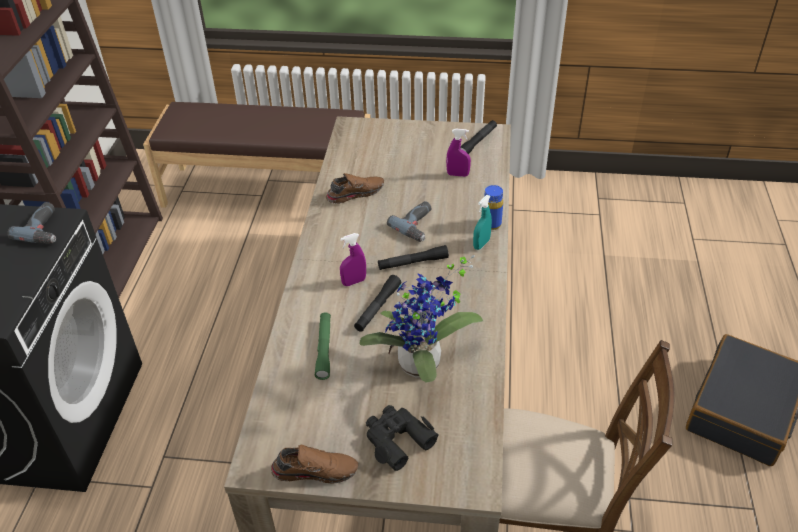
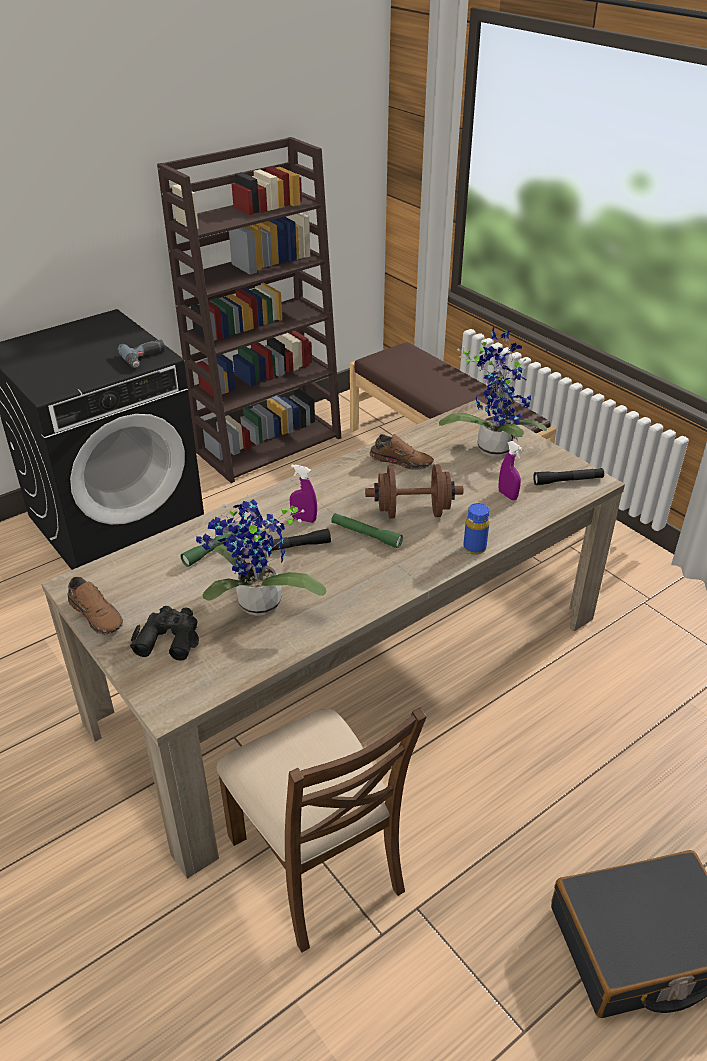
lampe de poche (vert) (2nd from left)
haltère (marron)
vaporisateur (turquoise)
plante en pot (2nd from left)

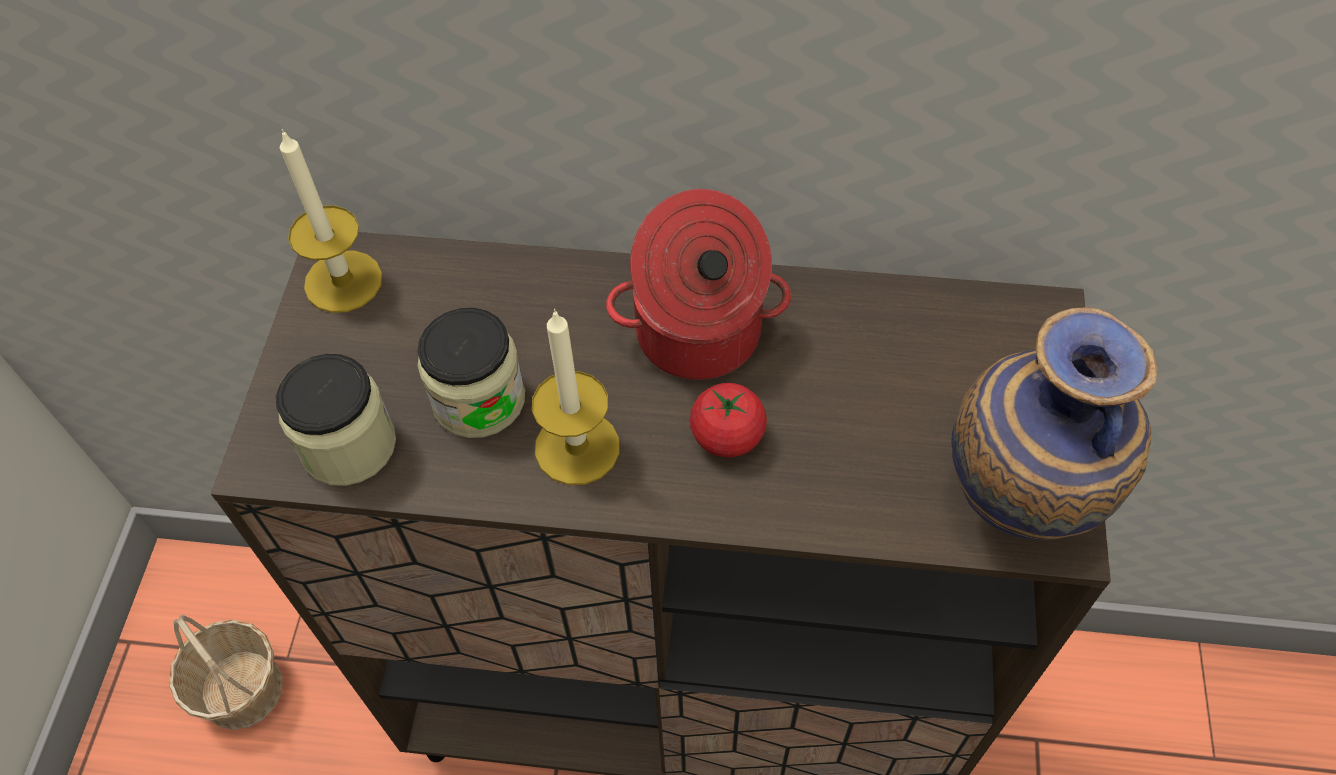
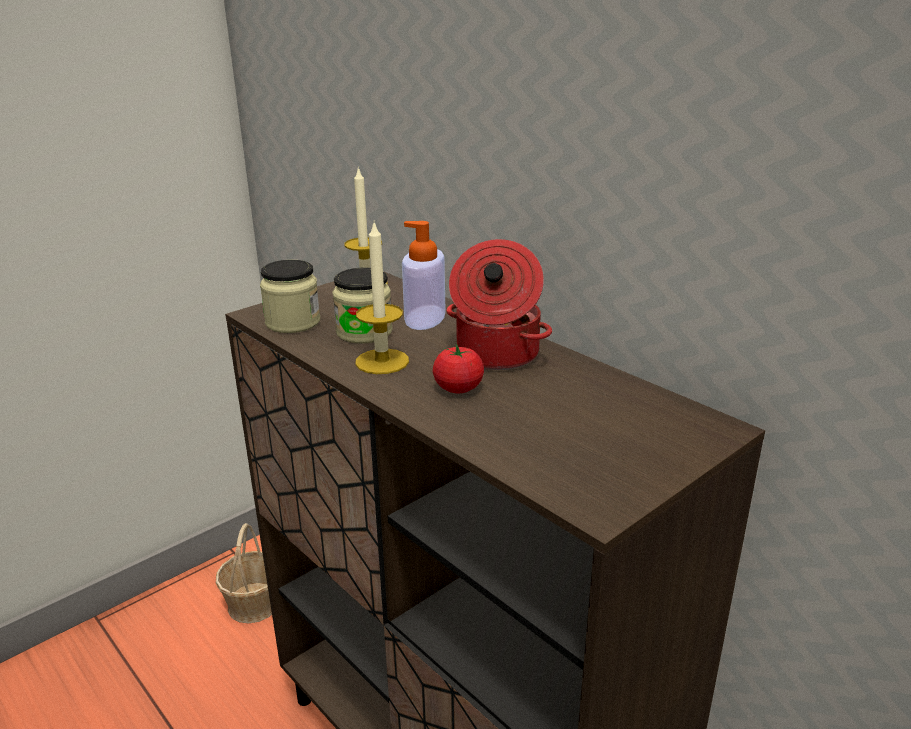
vase
distributeur de savon

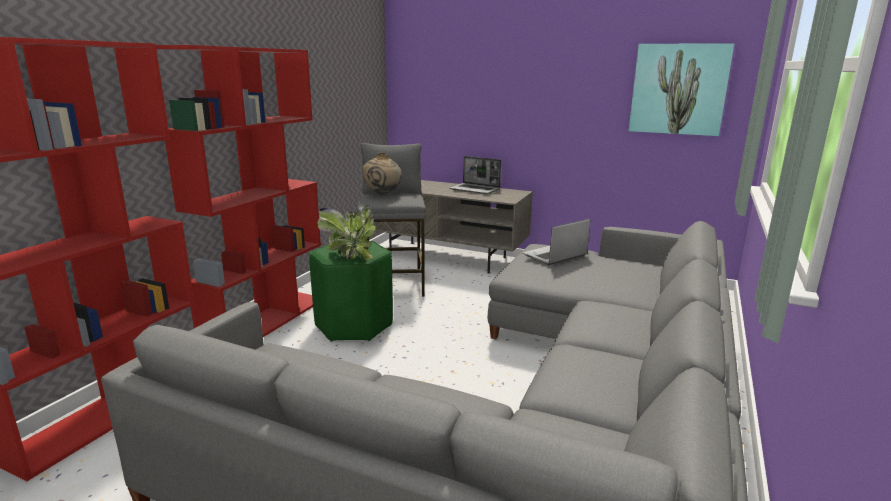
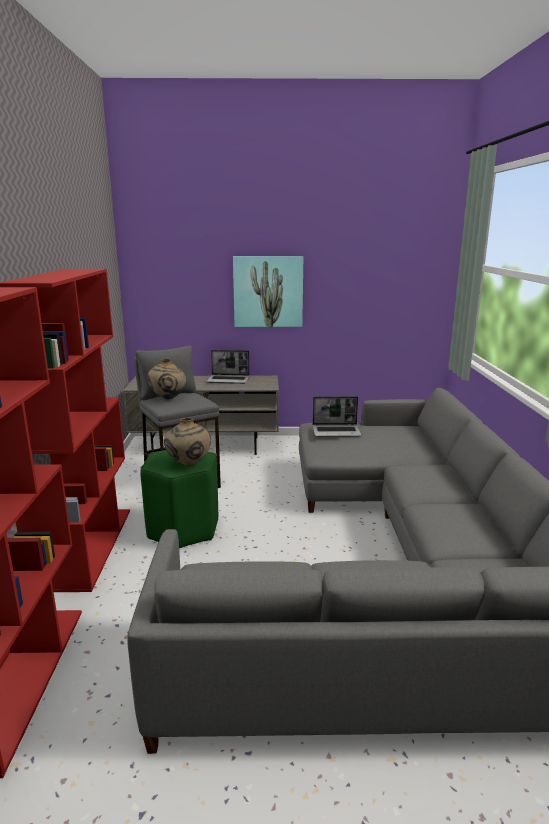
vase (beige) (2nd from left)
ordinateur portable (2nd from left)
tableau

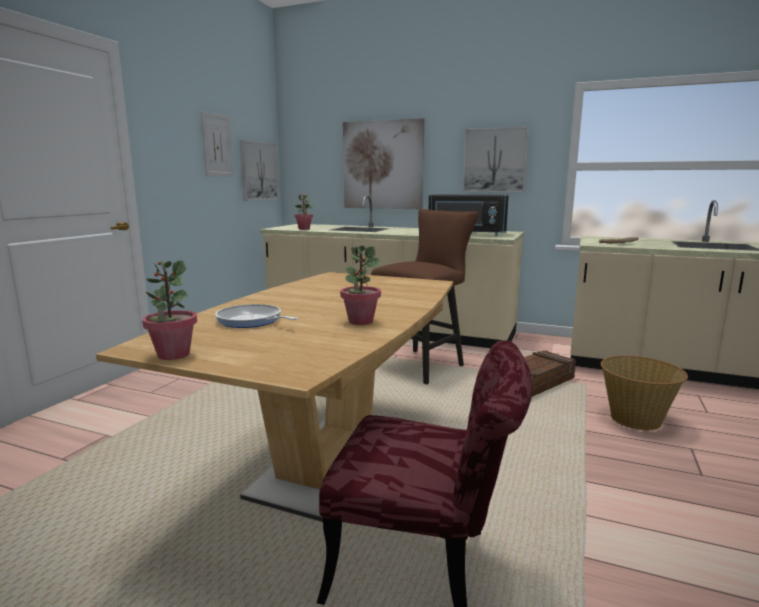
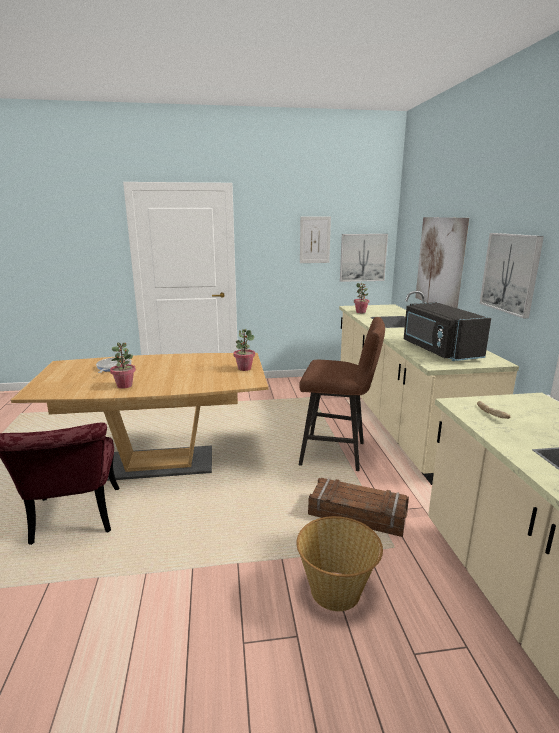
plante en pot (2nd from left)

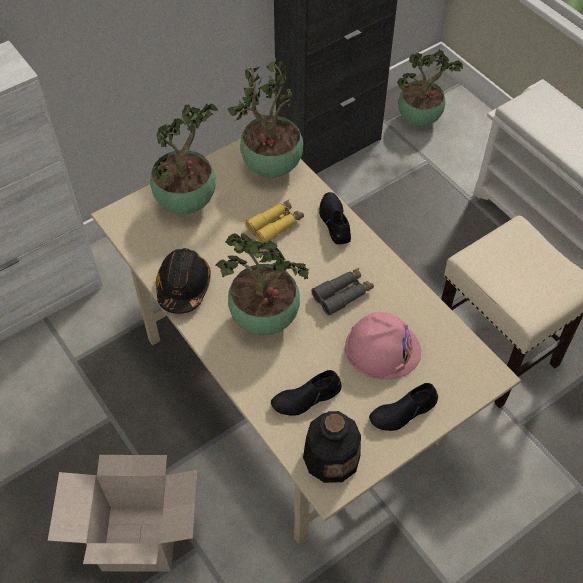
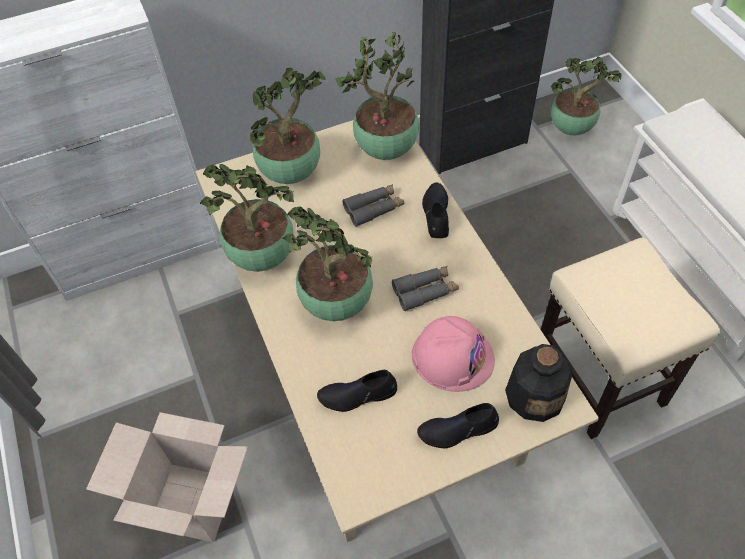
plante en pot (1st from left)
jumelles (gris) (1st from left)
bouteille

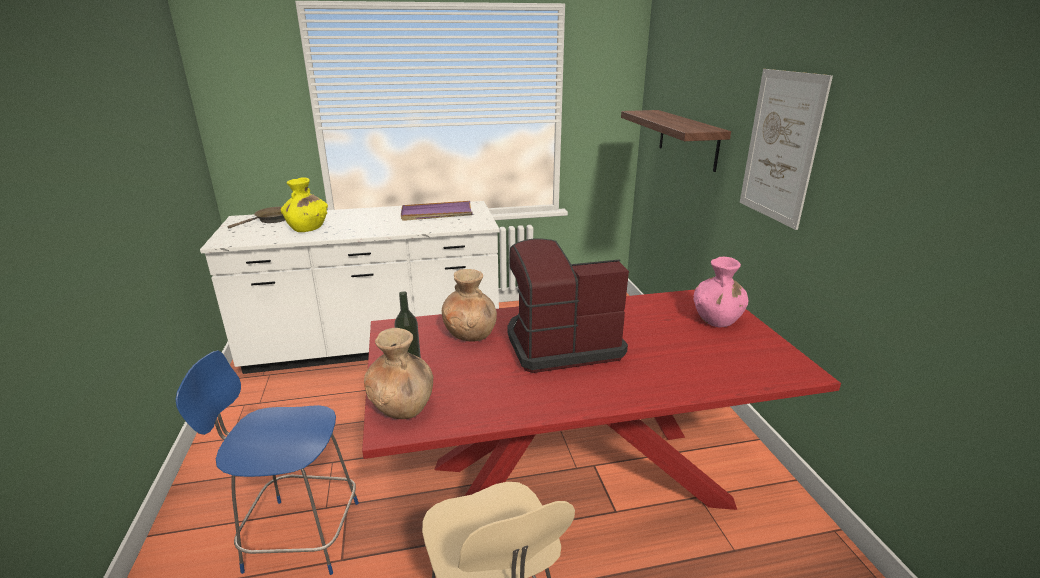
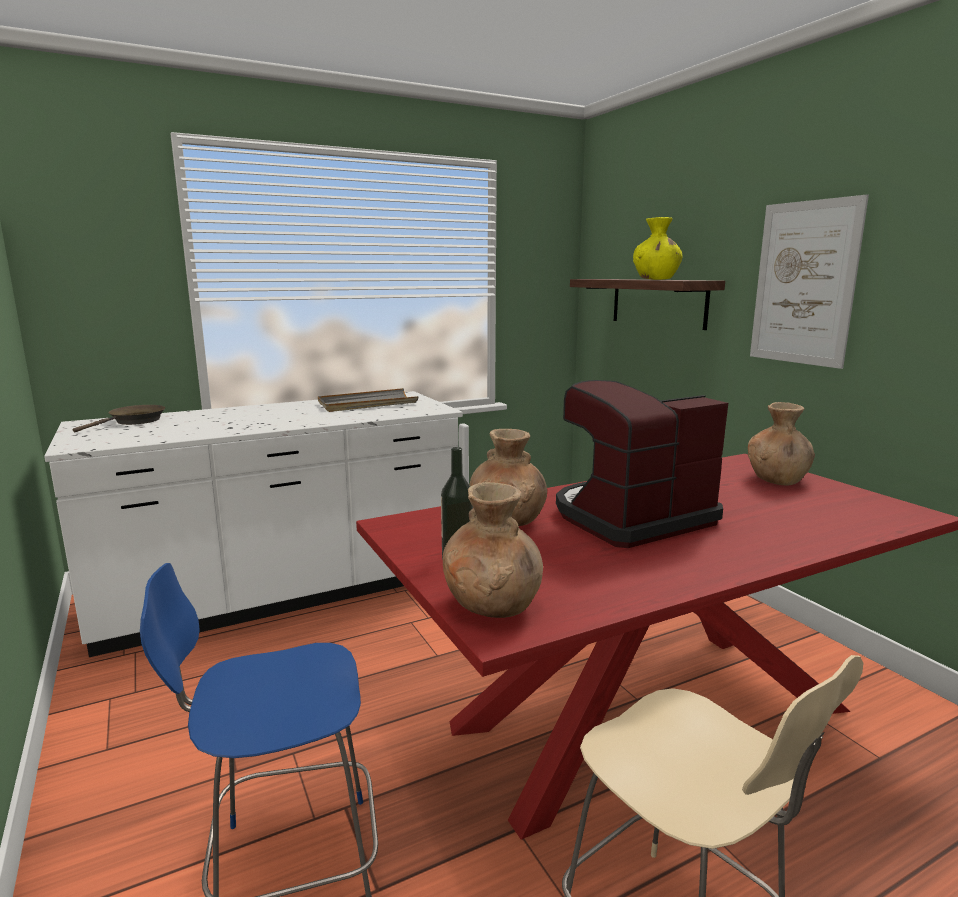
vase (jaune)
plateau (gris)
vase (marron) (3rd from left)

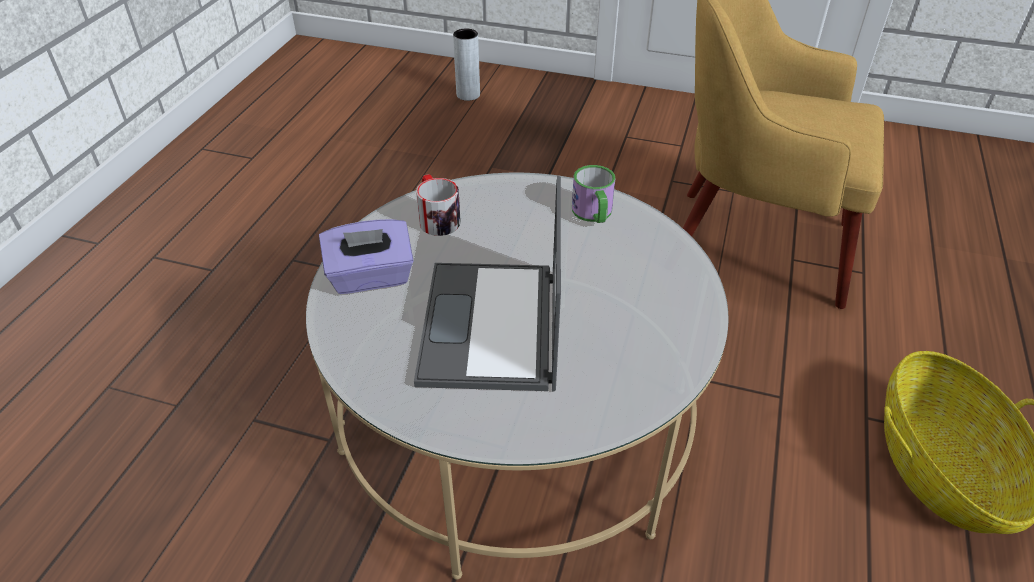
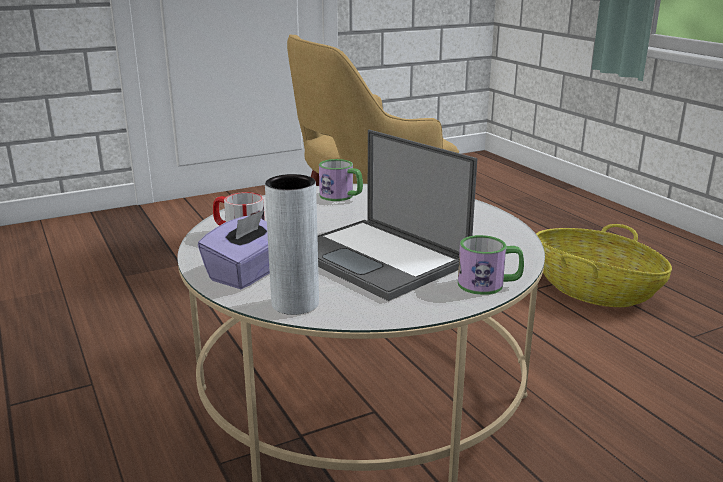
vase (gris)
mug (3rd from left)

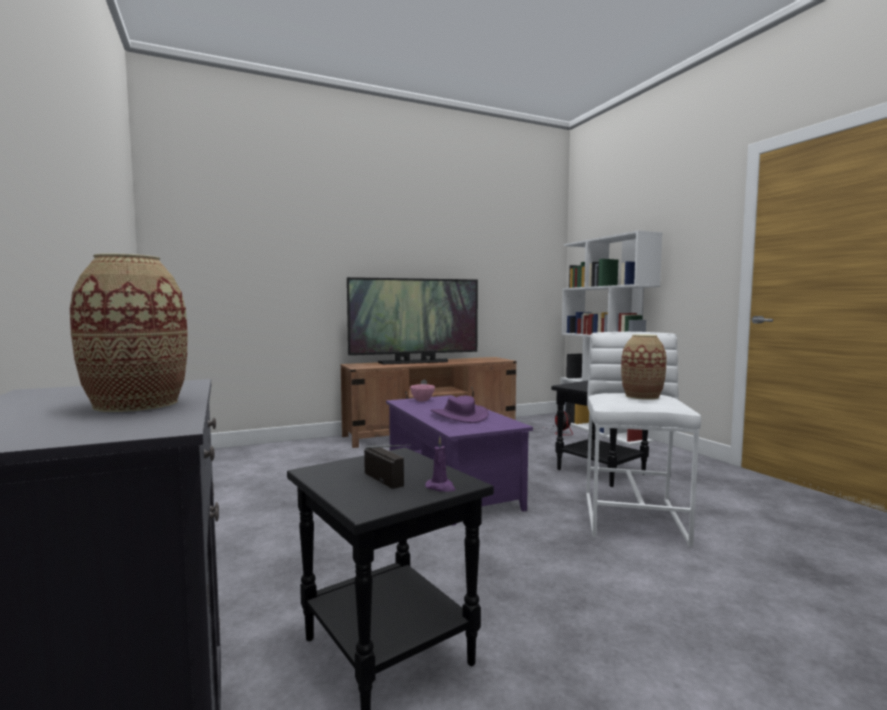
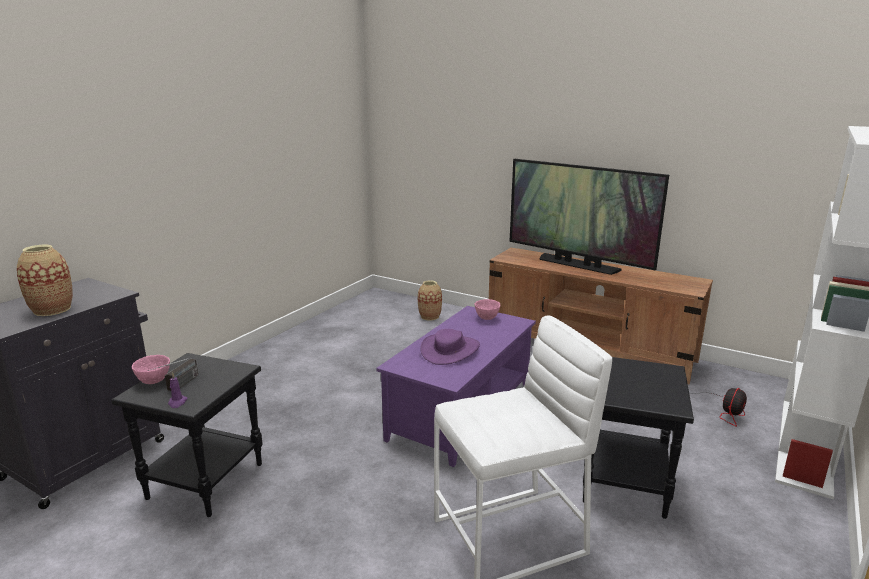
vase (2nd from left)
bol (rose) (1st from left)

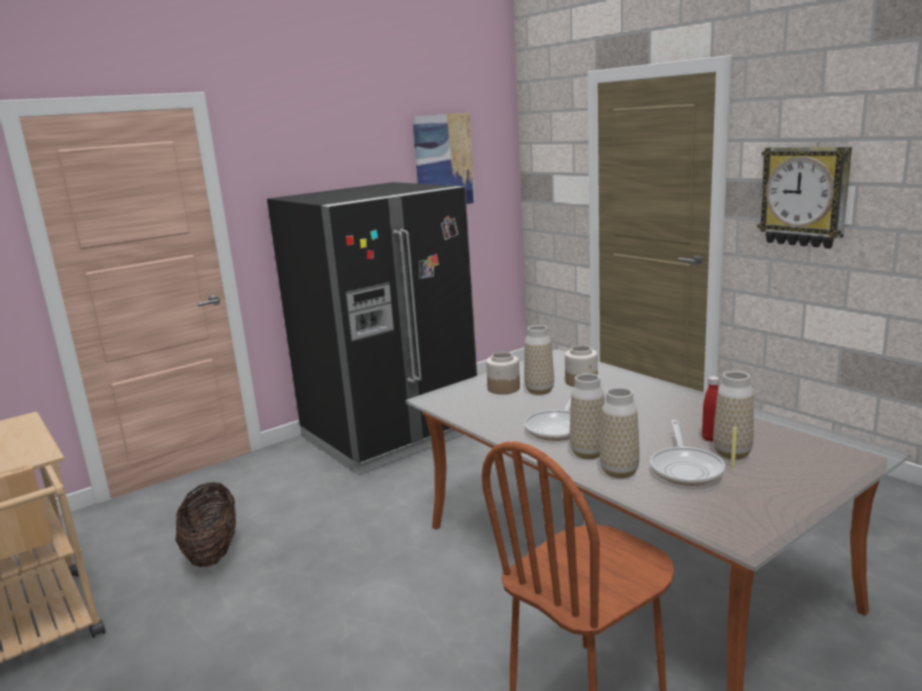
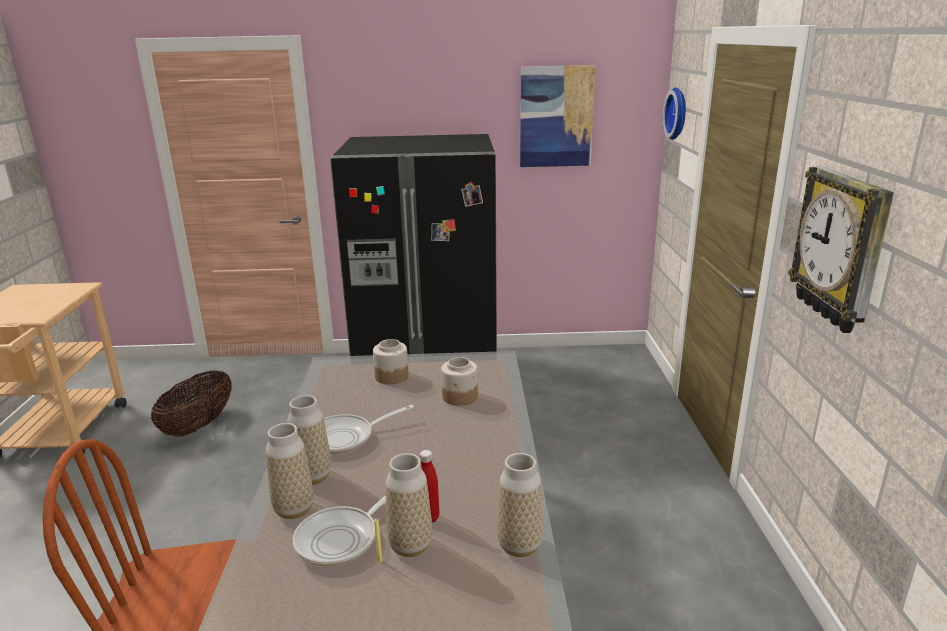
vase (4th from left)
horloge murale (1st from left)

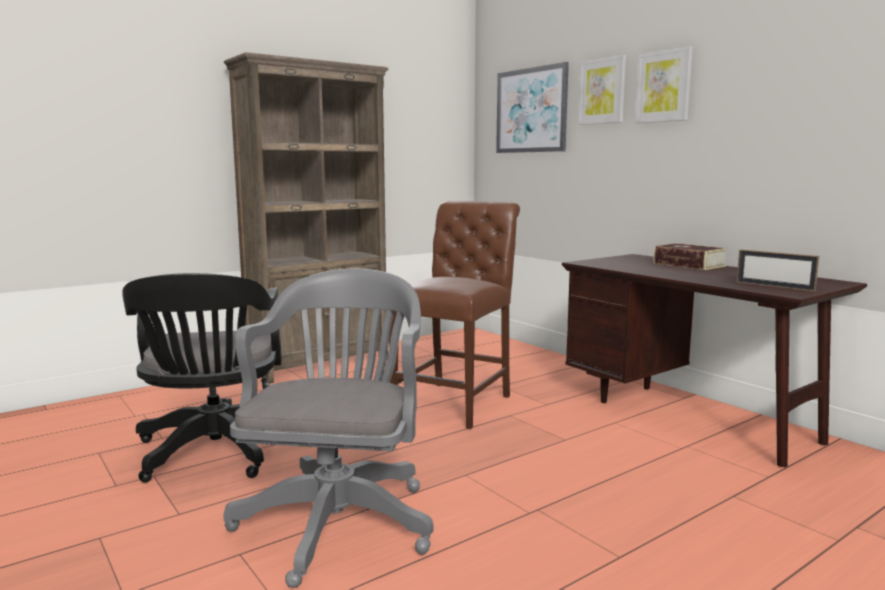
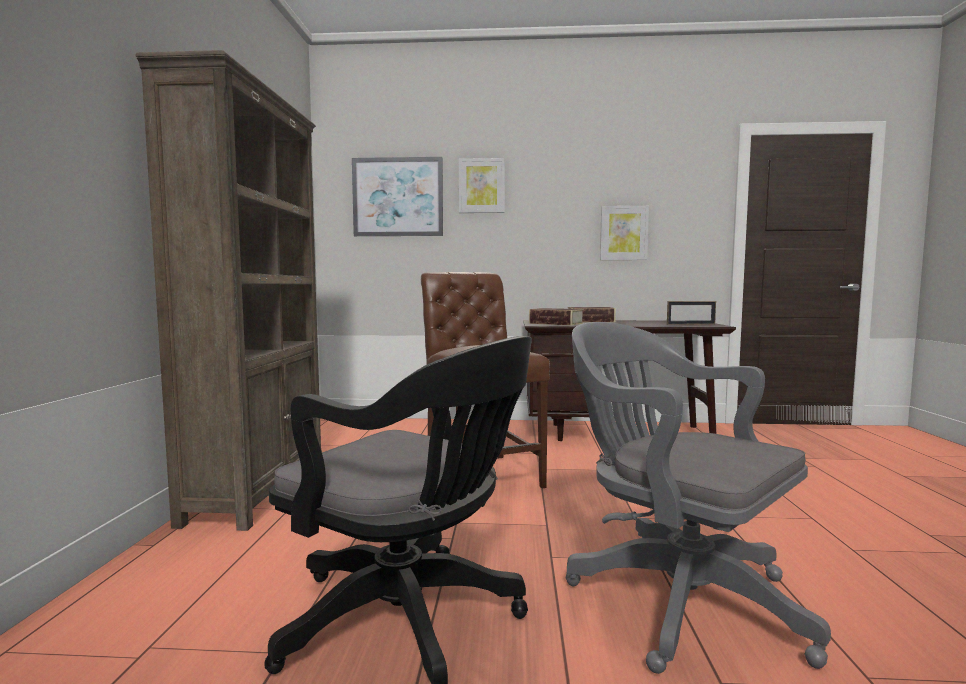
tableau (3rd from left)
livre (1st from left)

